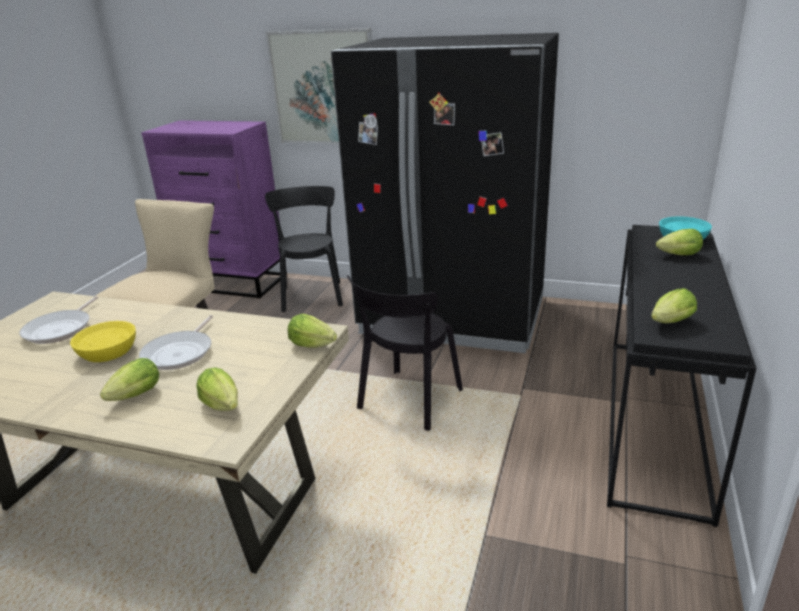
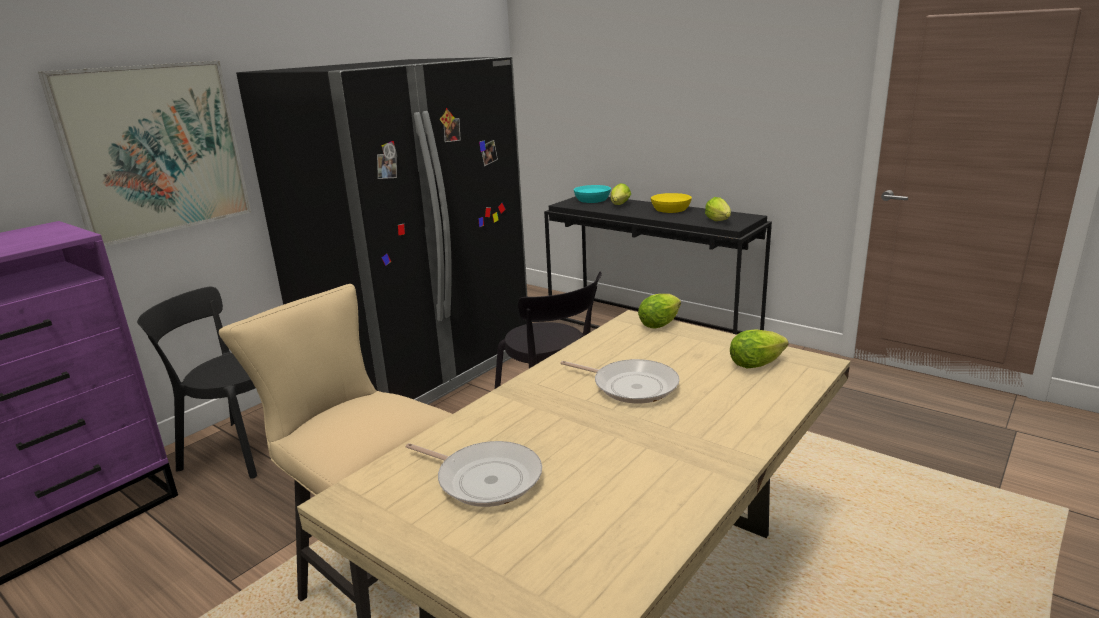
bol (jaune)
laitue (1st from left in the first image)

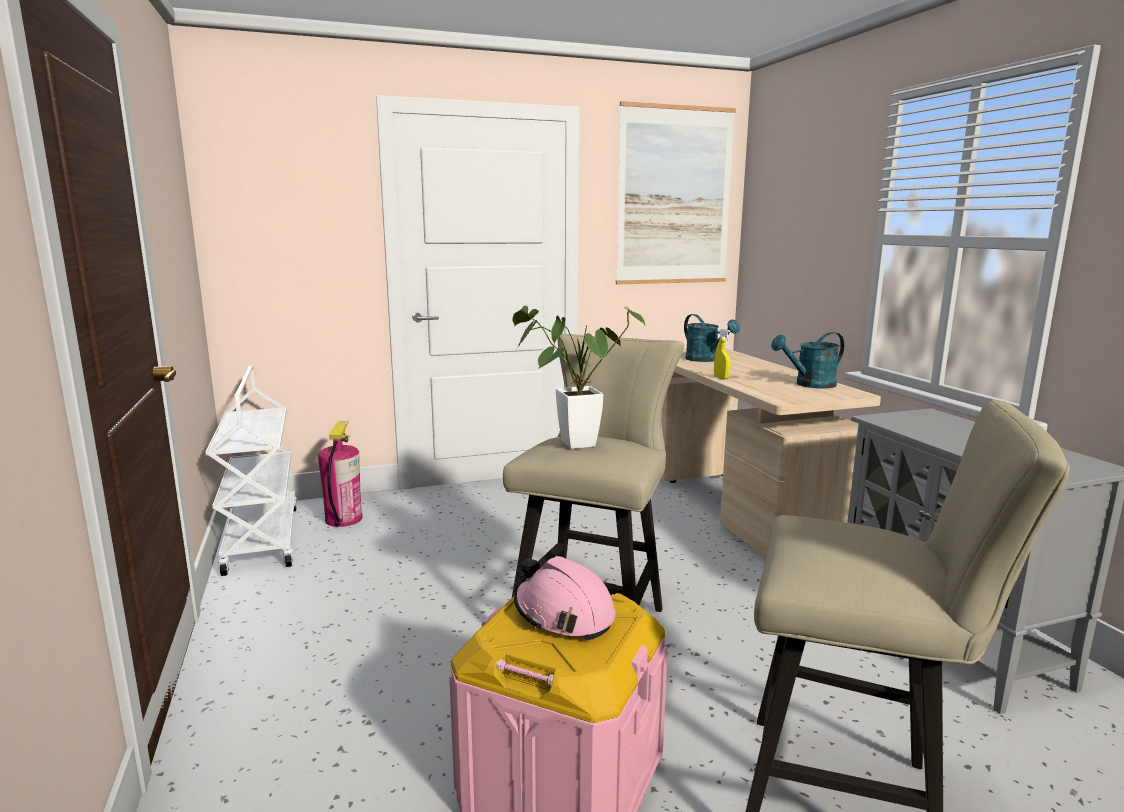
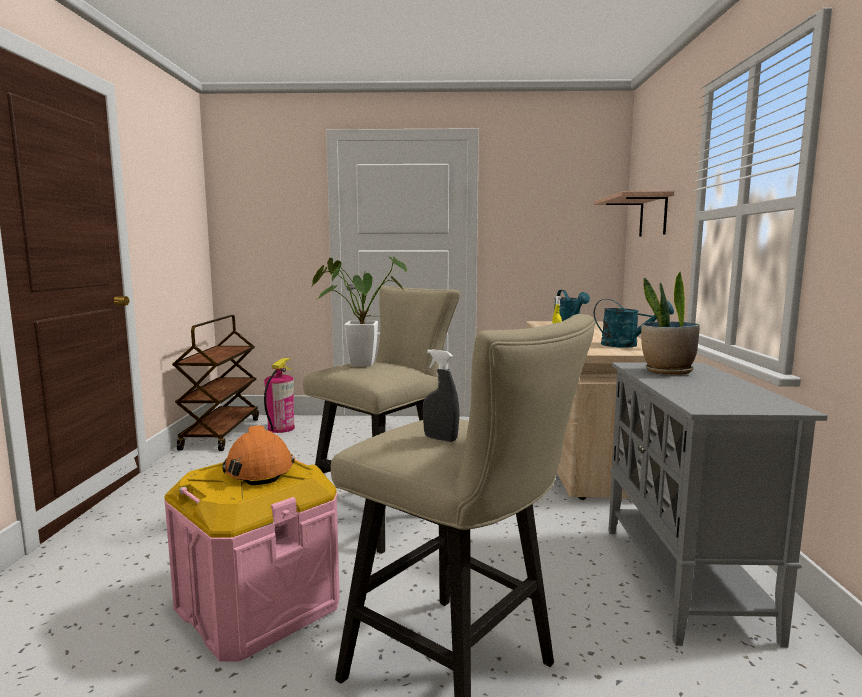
chariot (marron)
casque de chantier (orange)
tableau
arrosoir (turquoise) (2nd from left)
vaporisateur (gris)
étagère
plante en pot (2nd from left)

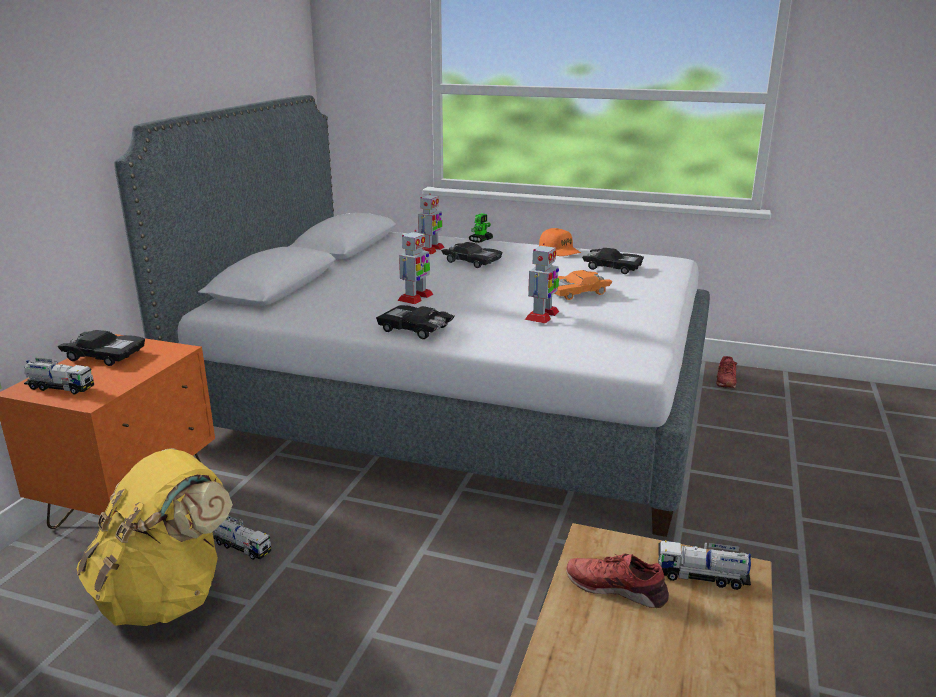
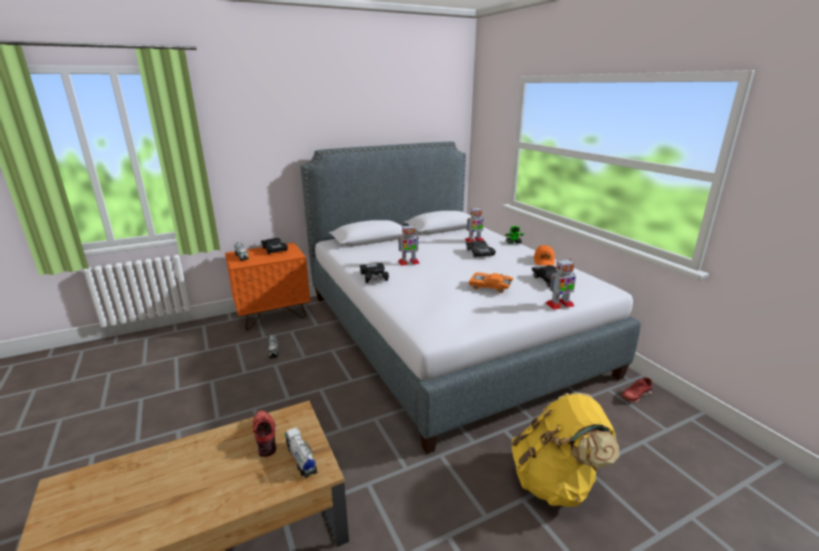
sac à dos (jaune)
robot jouet (4th from left)

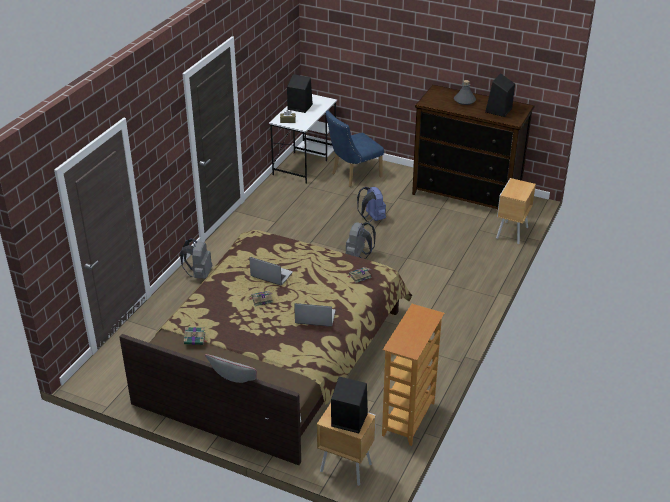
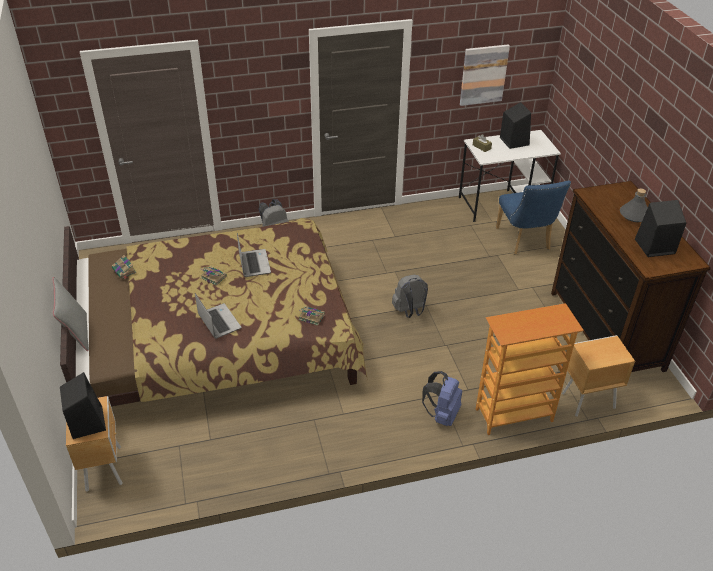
chaise (bleu)
sac à dos (bleu)
bibliothèque
tableau

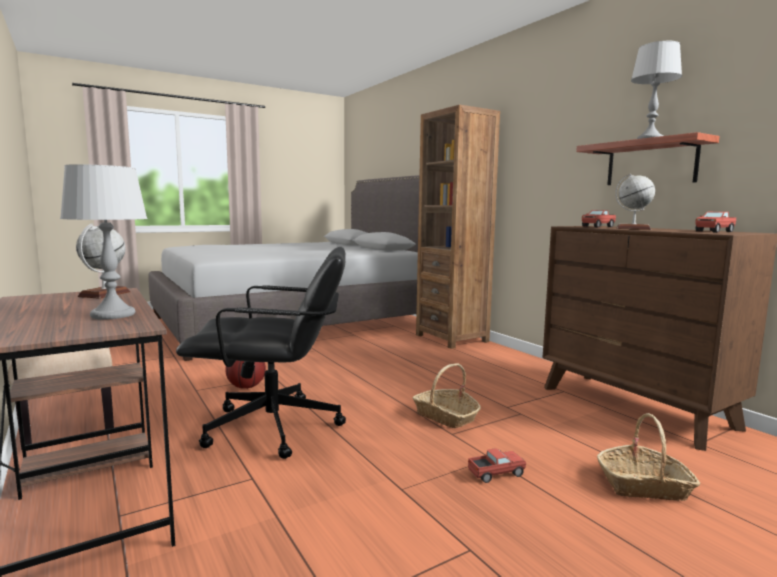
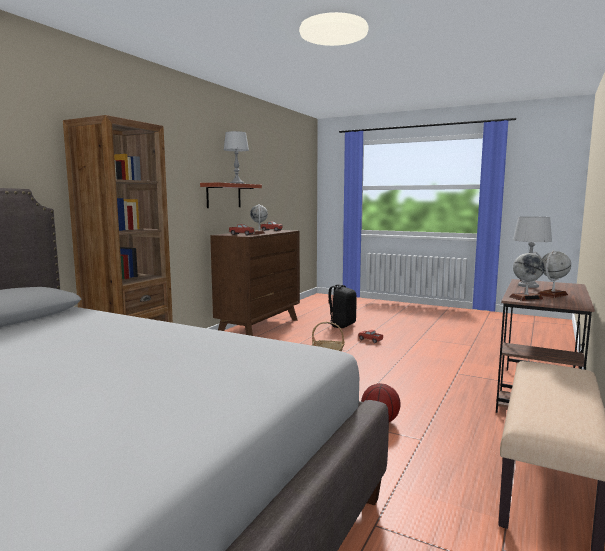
chaise de bureau (noir)
sac à dos (noir)
globe (3rd from left)

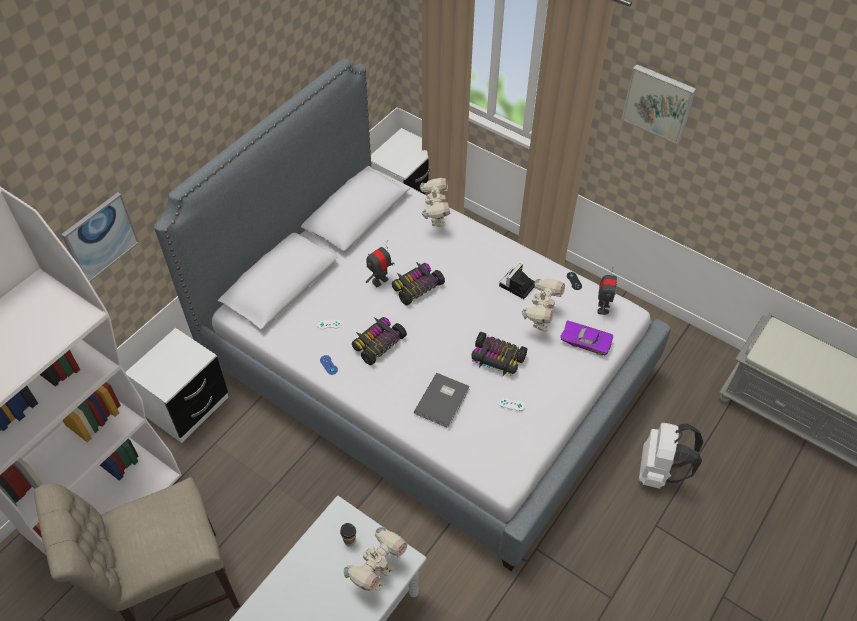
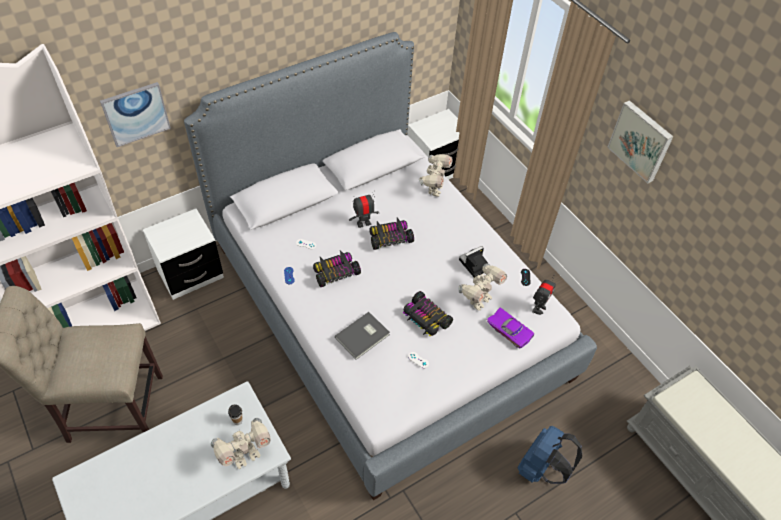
sac à dos (bleu)

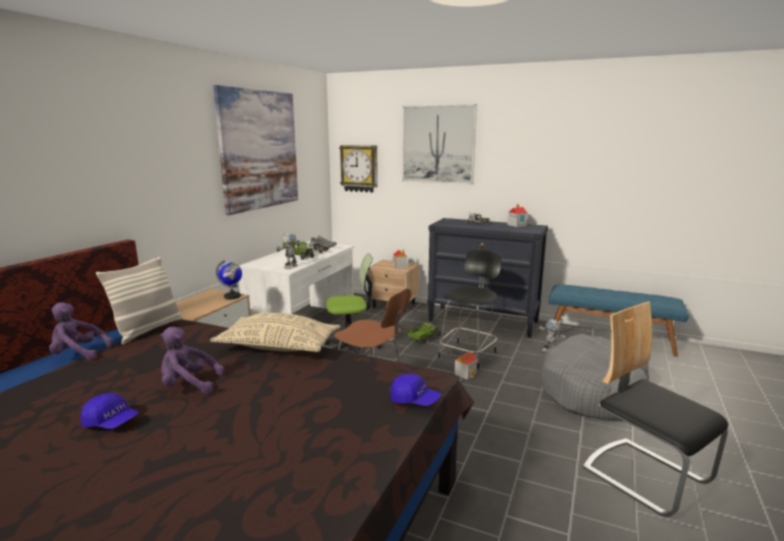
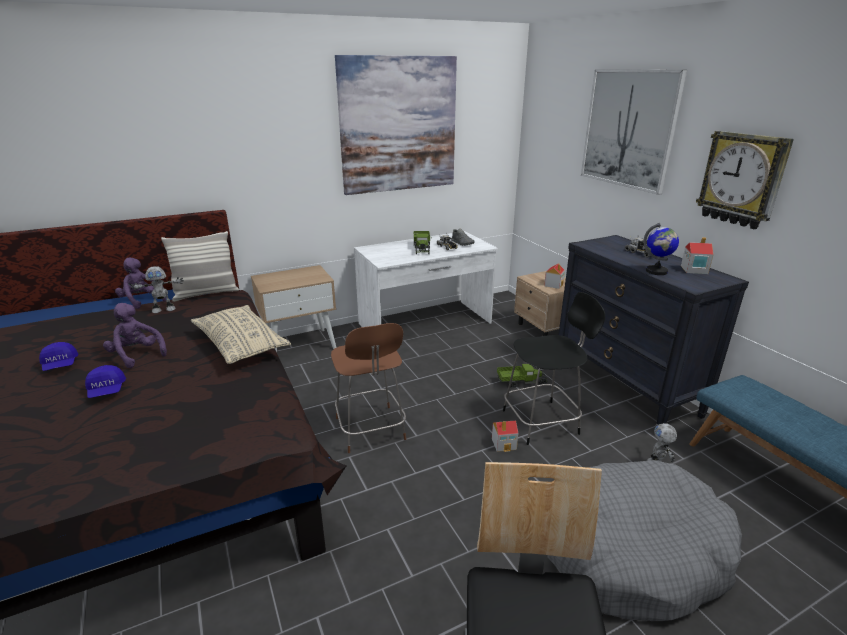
globe
robot jouet (1st from left)
chaise de bureau
horloge murale
casquette (bleu) (2nd from left)

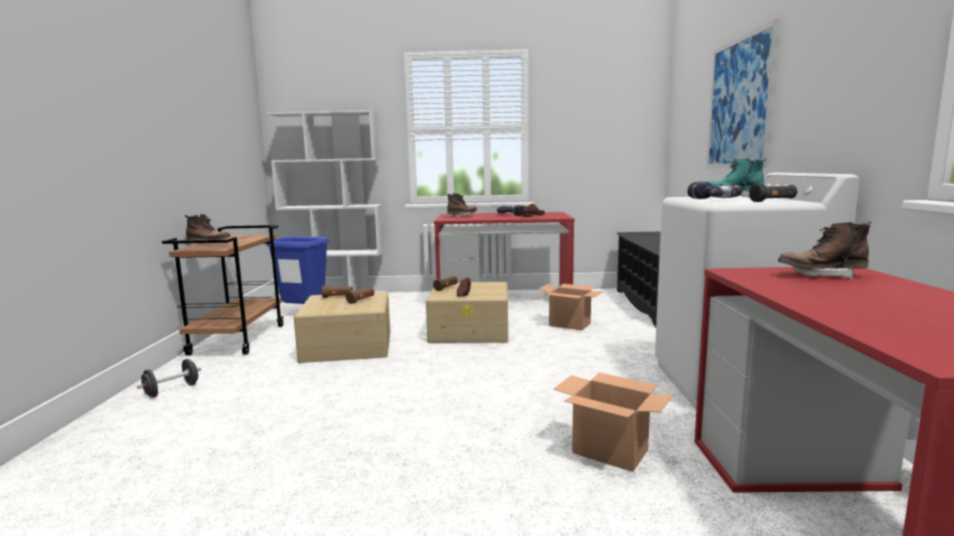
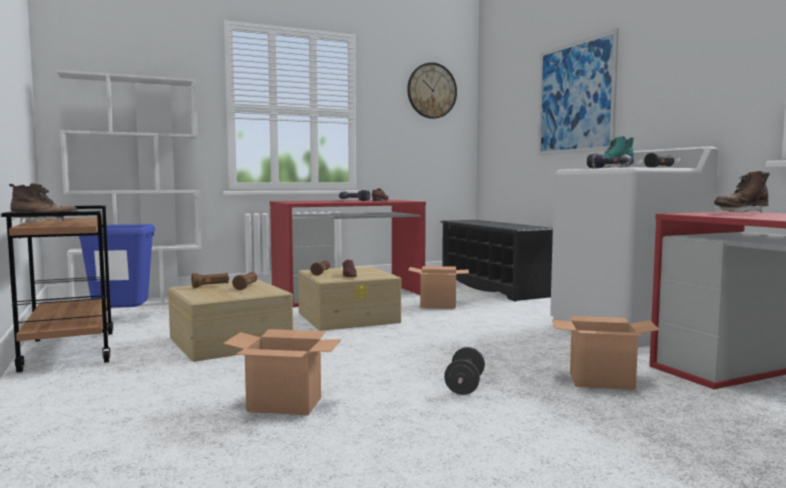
haltère (noir)
botte (marron) (2nd from left in the first image)
carton (1st from left)
horloge murale

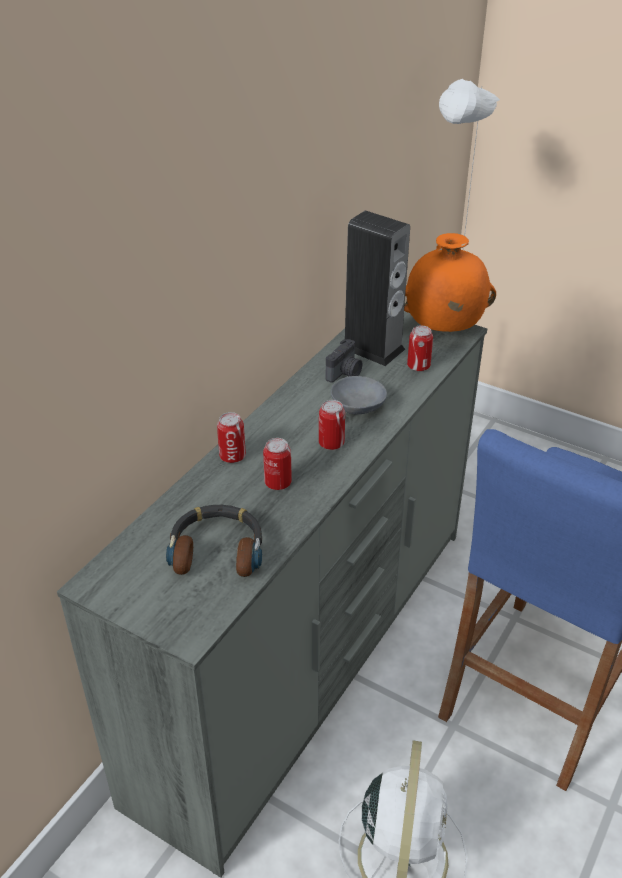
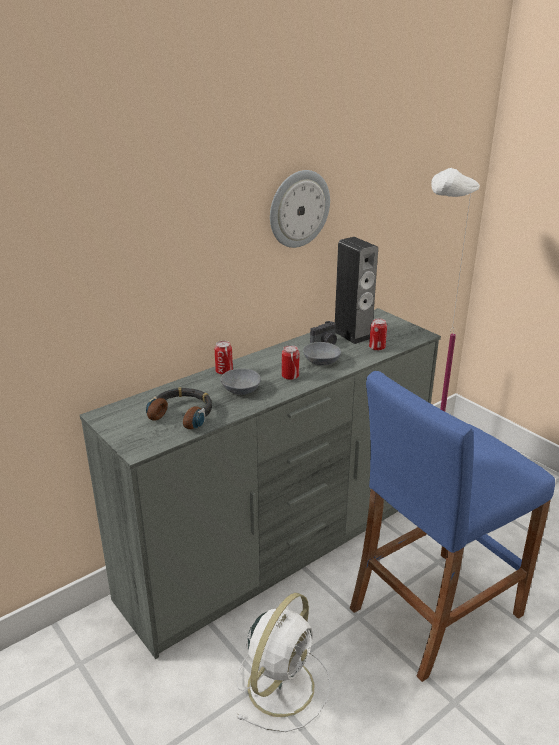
bol (gris) (1st from left)
vase (orange)
horloge murale

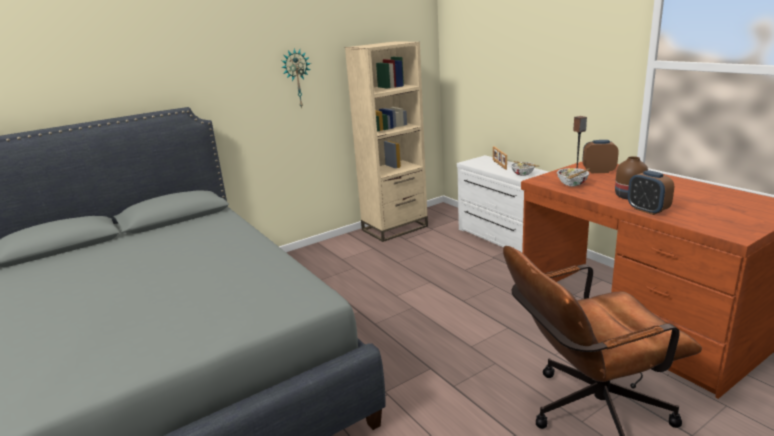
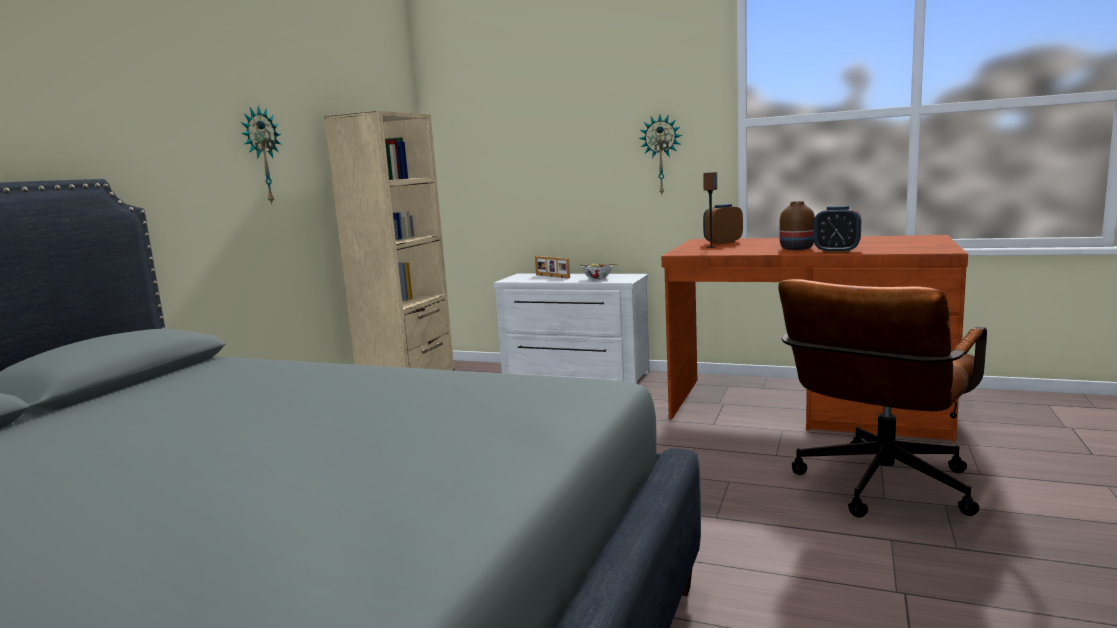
bol (2nd from left in the first image)
horloge murale (2nd from left)

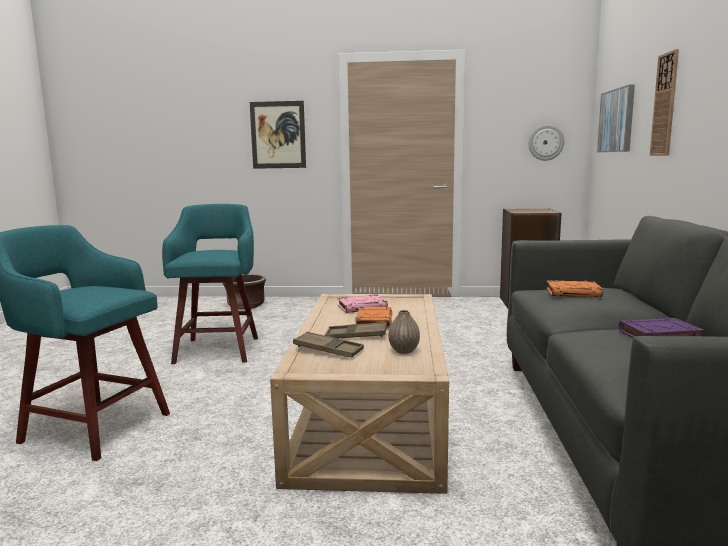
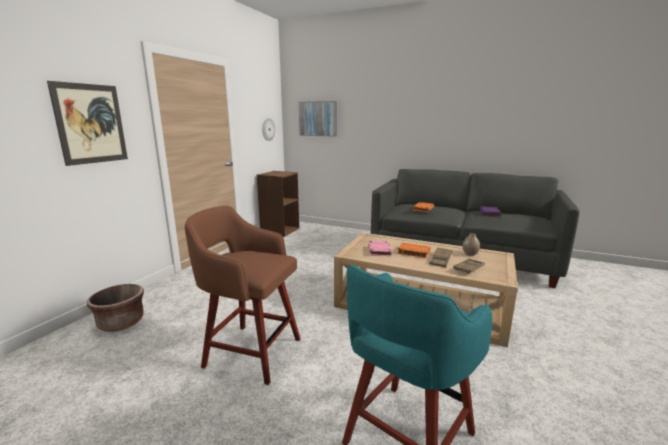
tabouret (marron)
horloge murale (2nd from left in the first image)

